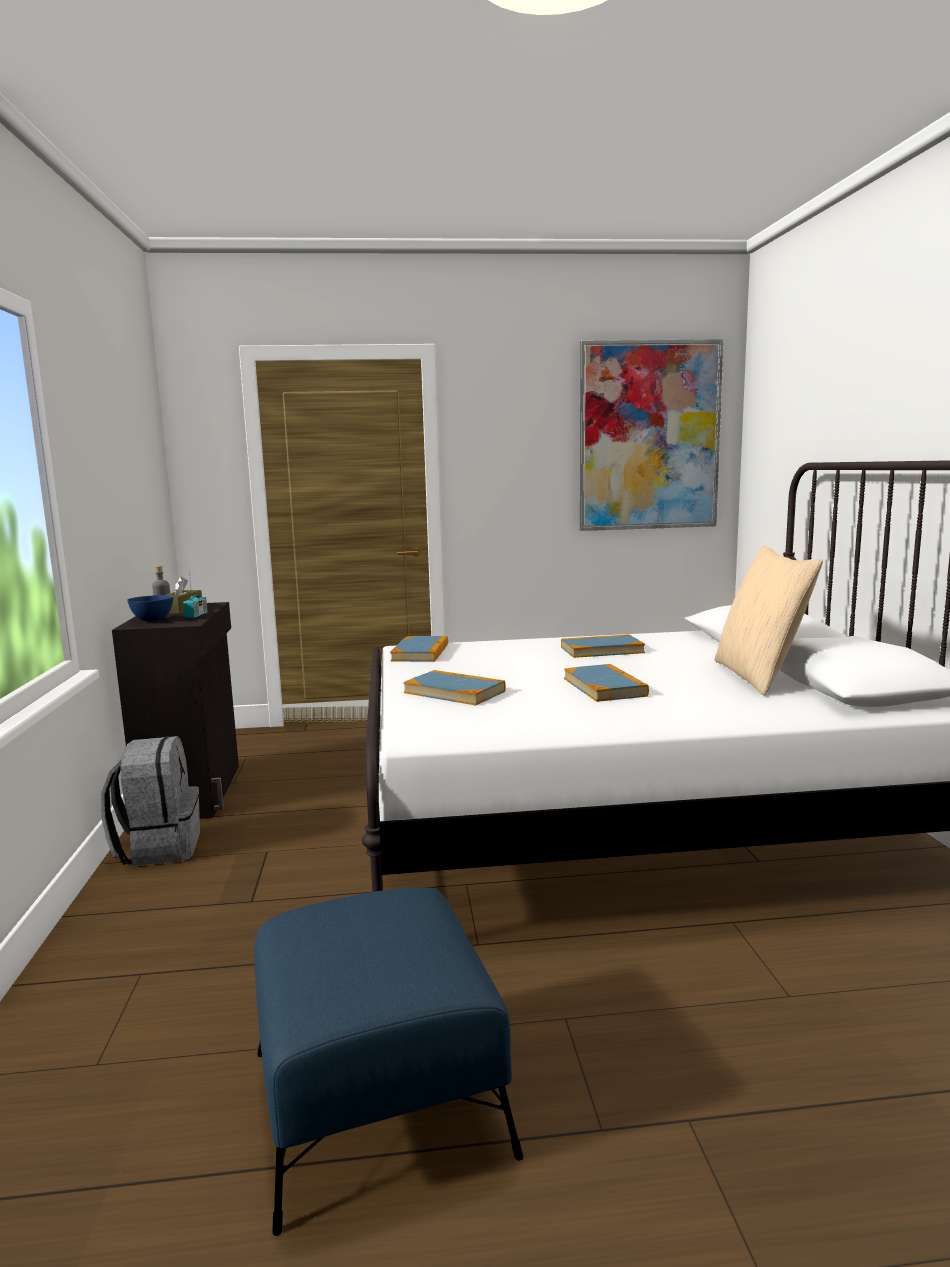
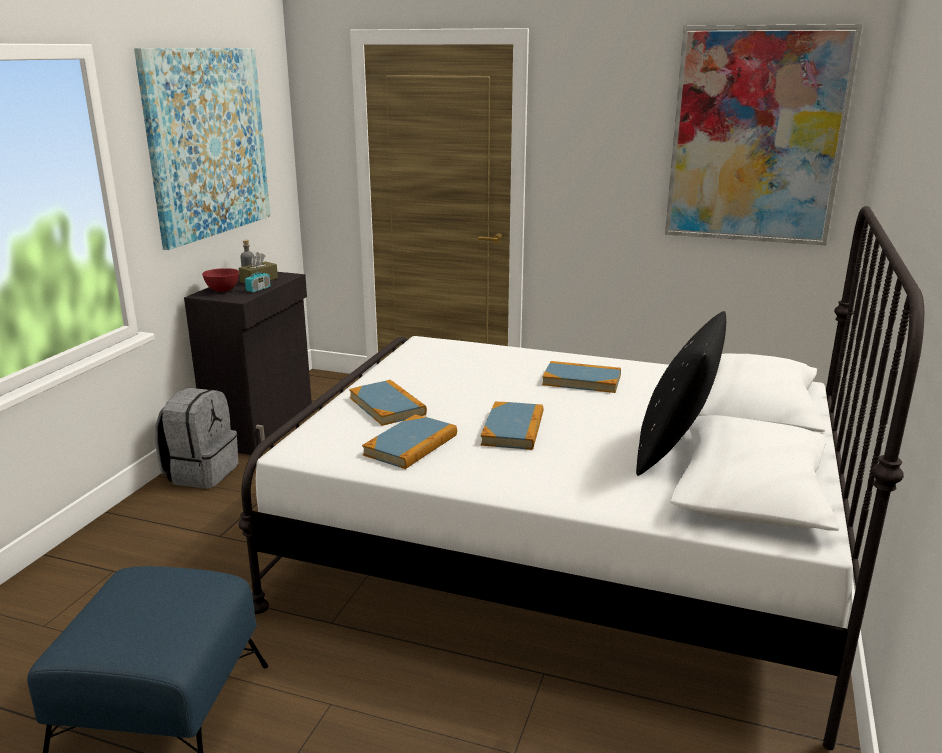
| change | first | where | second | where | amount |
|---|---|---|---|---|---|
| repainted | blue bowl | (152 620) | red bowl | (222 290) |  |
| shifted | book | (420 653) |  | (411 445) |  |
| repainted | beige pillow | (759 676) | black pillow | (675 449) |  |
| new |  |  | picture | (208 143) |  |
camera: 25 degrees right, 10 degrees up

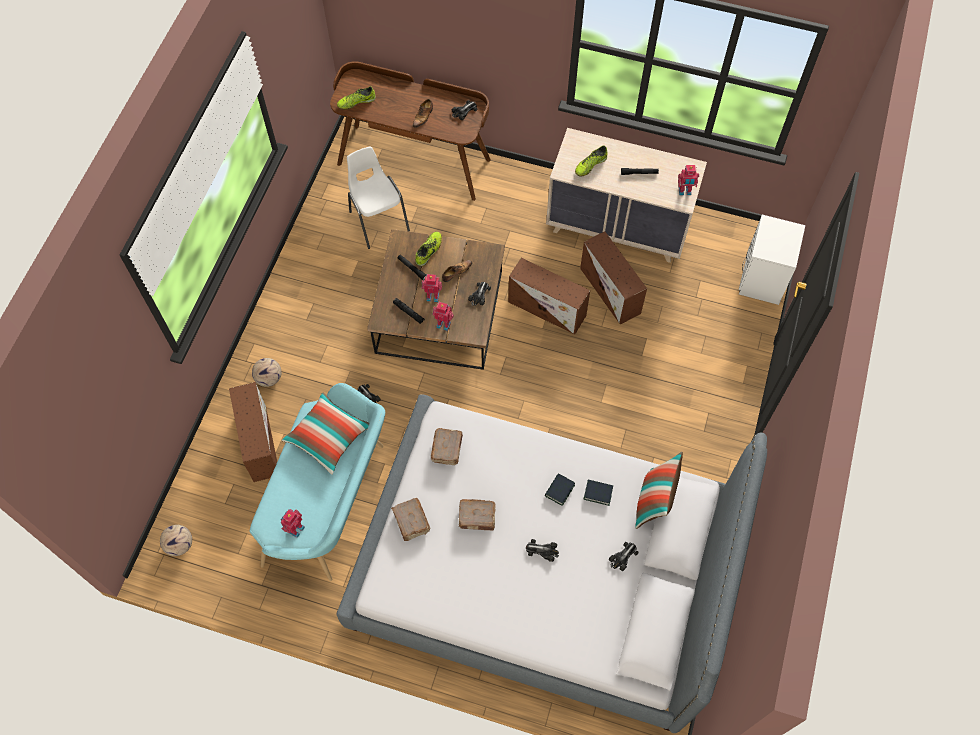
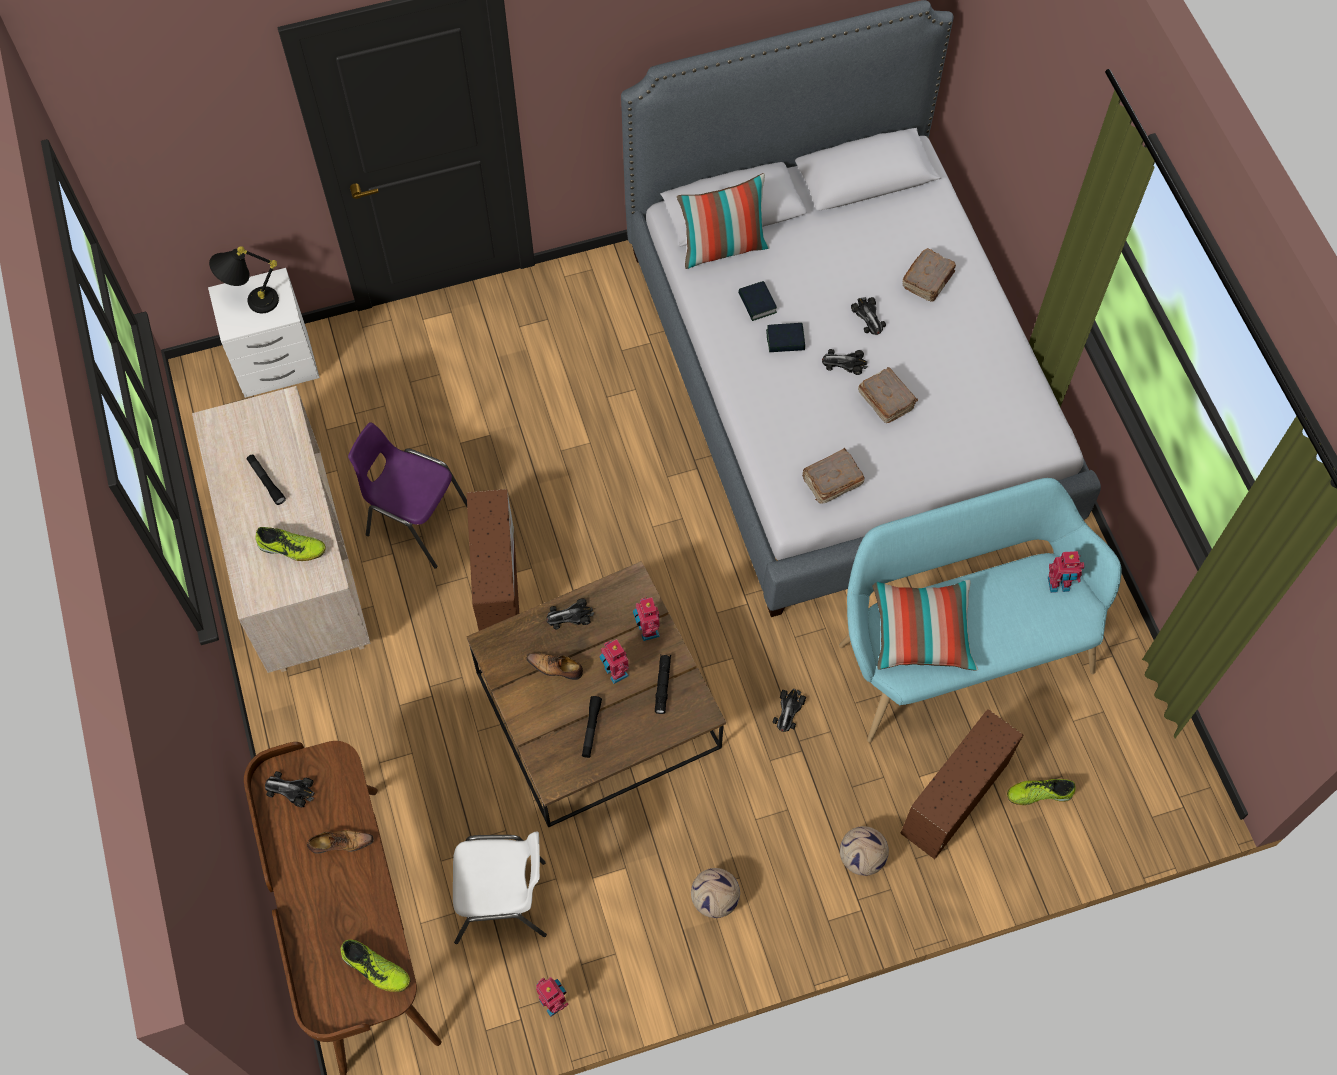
| change | first | where | second | where | amount |
|---|---|---|---|---|---|
| shifted | football | (179 545) |  | (715 900) |  |
| rotated | white chair | (378 220) |  | (503 901) | 120 degrees counterclockwise |
| shifted | brown book | (411 522) |  | (928 280) |  |
| shifted | shoe | (429 251) |  | (1039 794) |  |
| swapped | brown storage box | (610 291) | purple chair | (416 521) |  |
| shifted | toy car | (623 557) |  | (844 363) |  |
| shifted | toy robot | (684 191) |  | (554 1002) |  |
| new |  |  | black table lamp | (251 303) |  |
camera: 125 degrees left, 0 degrees up

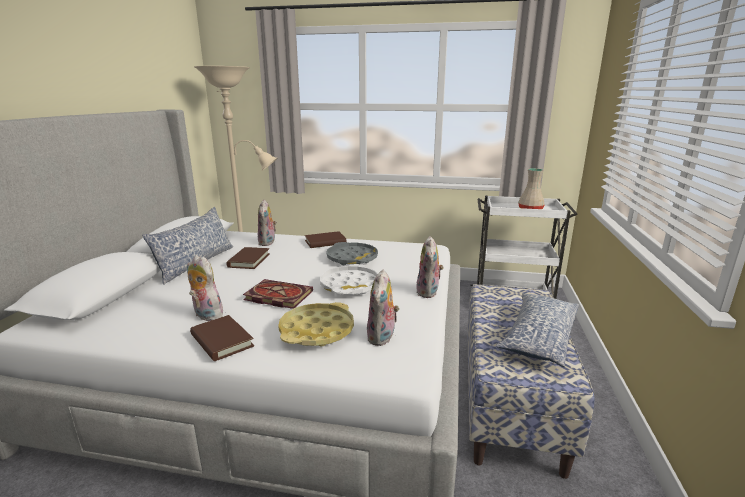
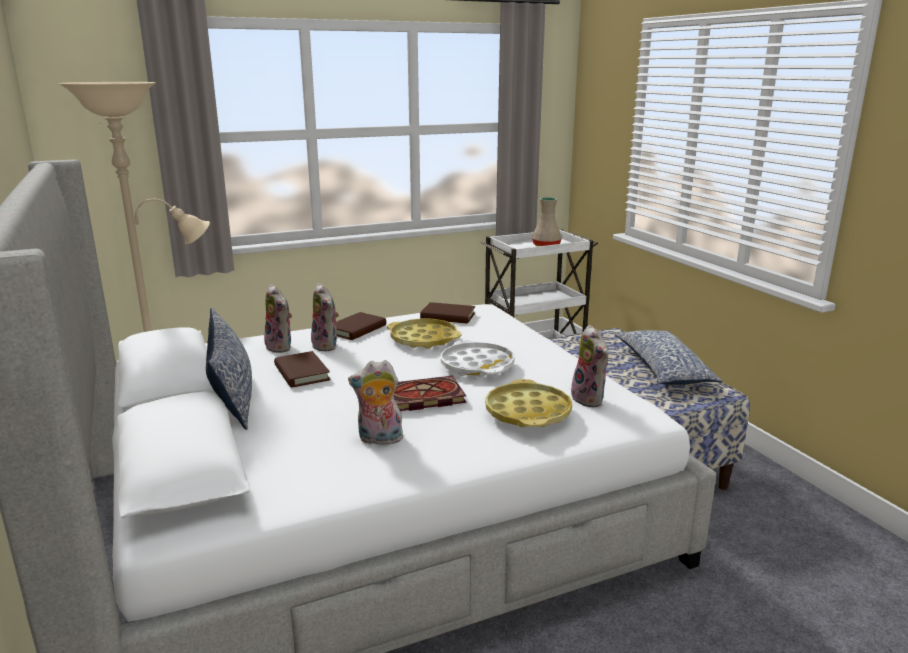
| change | first | where | second | where | amount |
|---|---|---|---|---|---|
| shifted | brown book | (222 341) |  | (448 316) |  |
| repainted | grey tray | (352 258) | yellow tray | (423 339) |  |
| shifted | plush toy | (429 292) |  | (327 346) |  |
camera: 35 degrees left, 0 degrees up

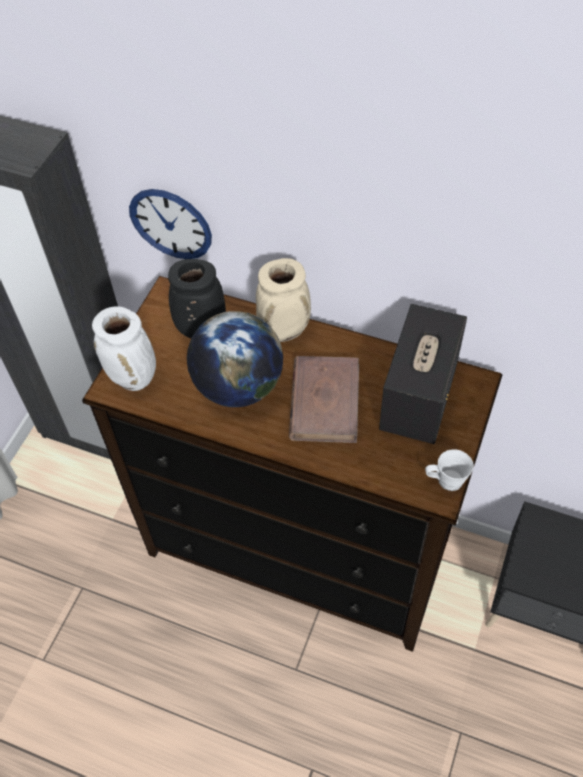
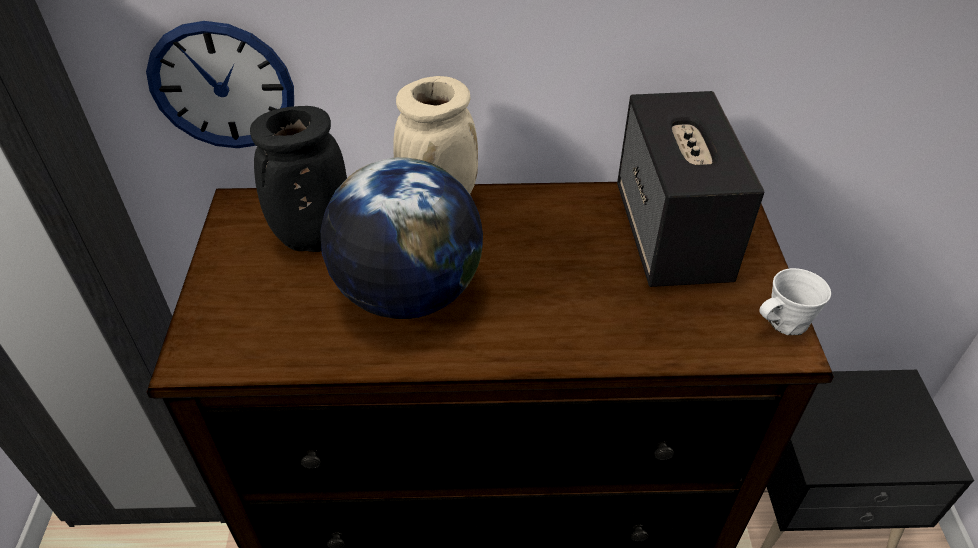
| change | first | where | second | where | amount |
|---|---|---|---|---|---|
| gone | white vase | (134 378) |  |  |  |
| gone | brown book | (325 401) |  |  |  |
camera: 25 degrees left, 10 degrees down

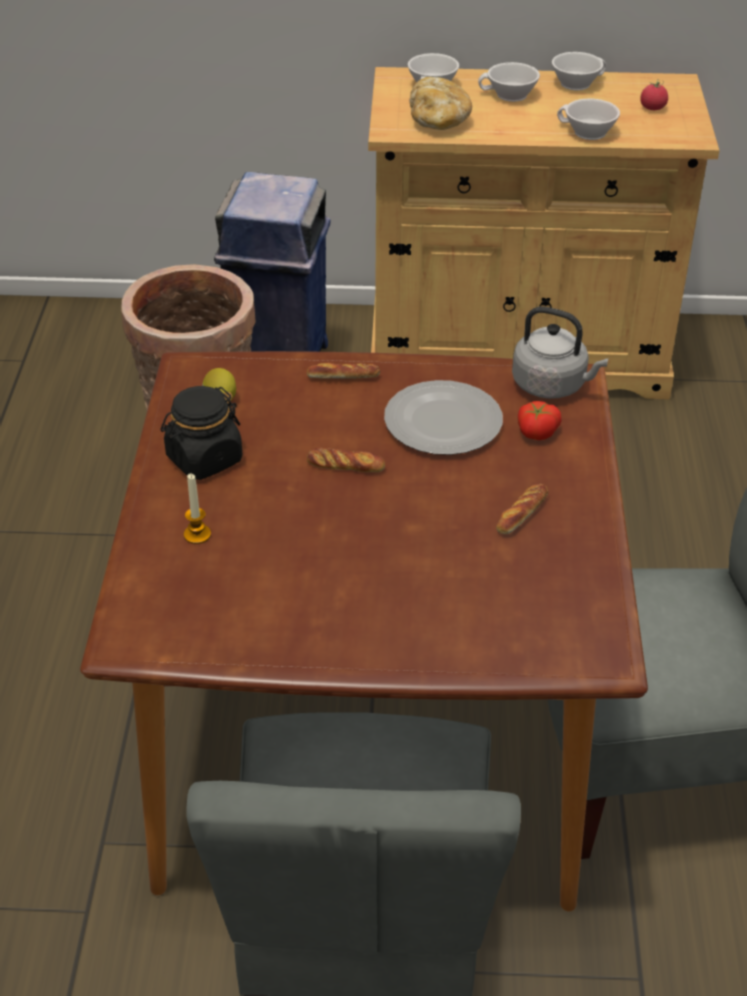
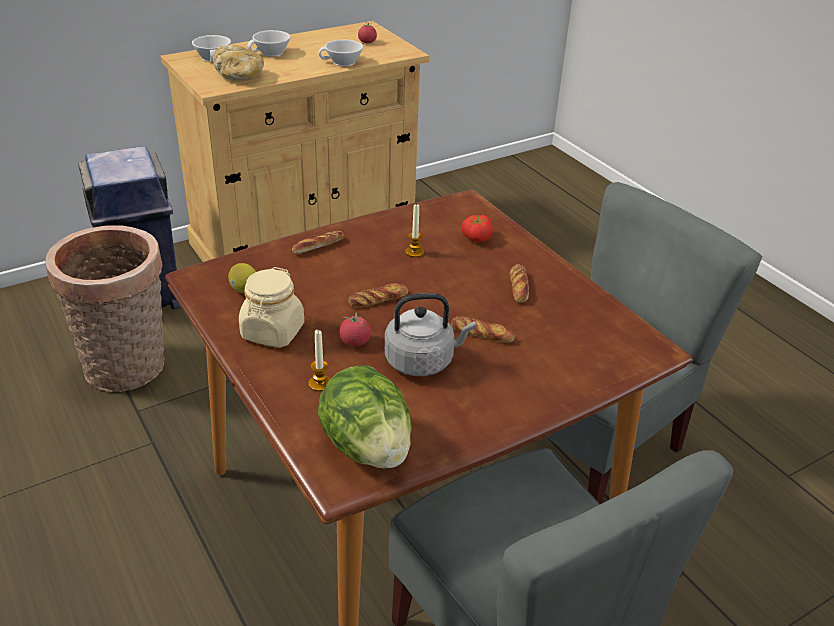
| change | first | where | second | where | amount |
|---|---|---|---|---|---|
| repainted | black jar | (204 459) | beige jar | (272 332) |  |
| swapped | plate | (443 423) | candle | (414 252) |  |
| shifted | grey kettle | (552 385) |  | (423 361) |  |
| gone | white cup | (575 82) |  |  |  |
| new |  |  | lettuce | (367 447) |  |
| new |  |  | tomato | (355 341) |  |
| new |  |  | bread | (482 333) |  |
camera: 35 degrees left, 5 degrees down

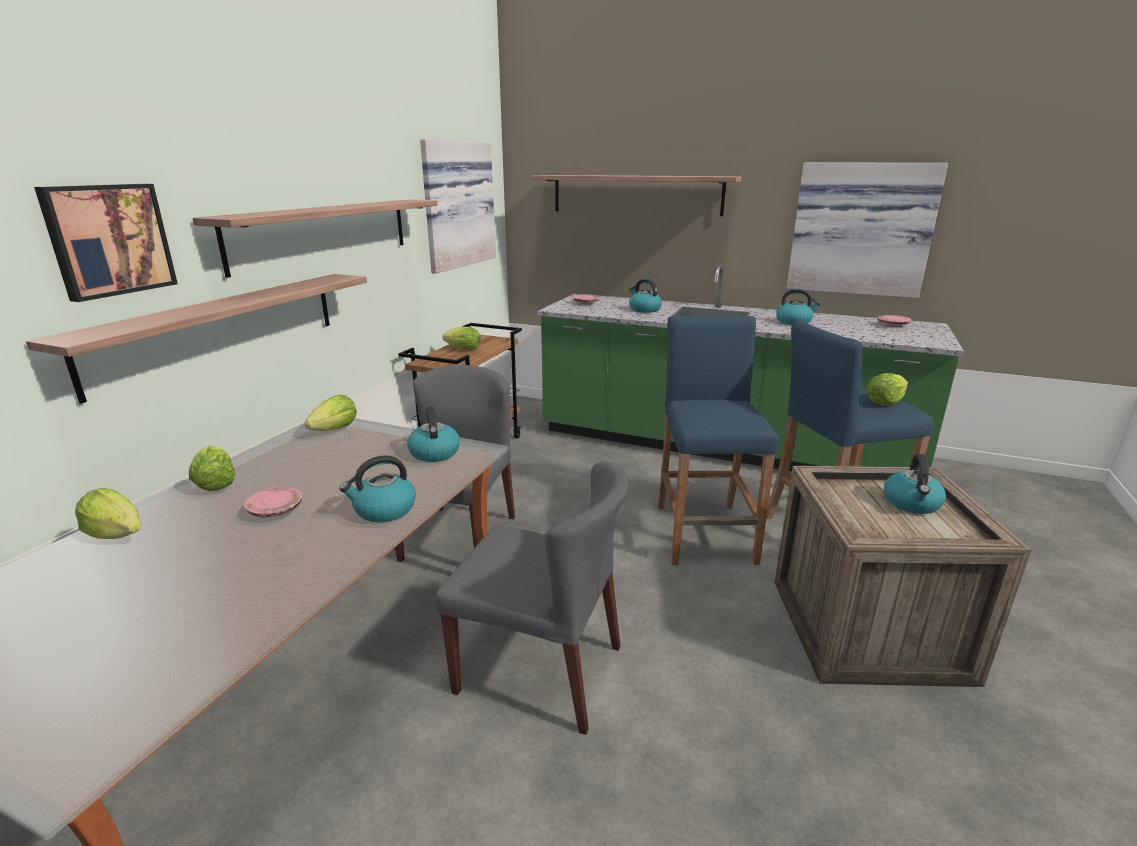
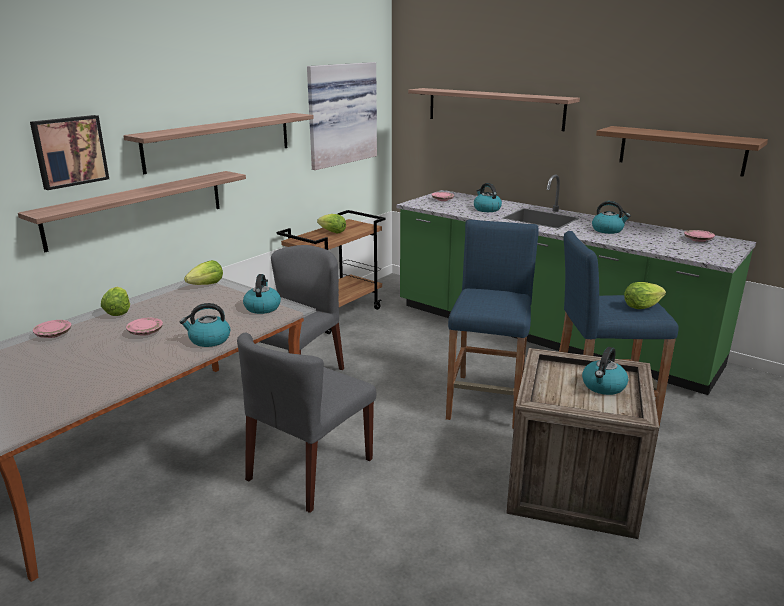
| change | first | where | second | where | amount |
|---|---|---|---|---|---|
| swapped | lettuce | (117 534) | pink plate | (54 334) |  |
| rotated | grey chair | (541 669) |  | (310 470) | 90 degrees clockwise |
| swapped | picture | (861 229) | shelf | (681 150) |  |
camera: 15 degrees right, 0 degrees up

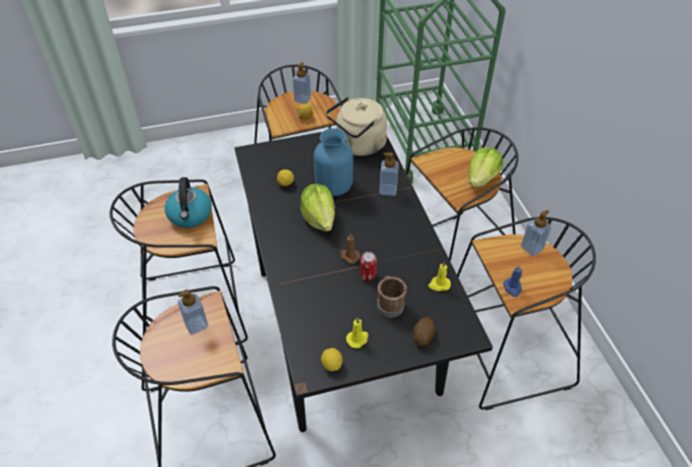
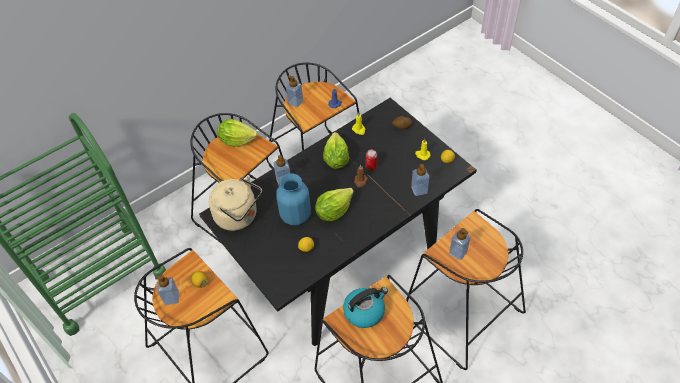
| change | first | where | second | where | amount |
|---|---|---|---|---|---|
| gone | brown mug | (389 304) |  |  |  |
| new |  |  | lettuce | (336 160) |  |
| new |  |  | soap dispenser | (419 190) |  |
camera: 110 degrees left, 5 degrees up

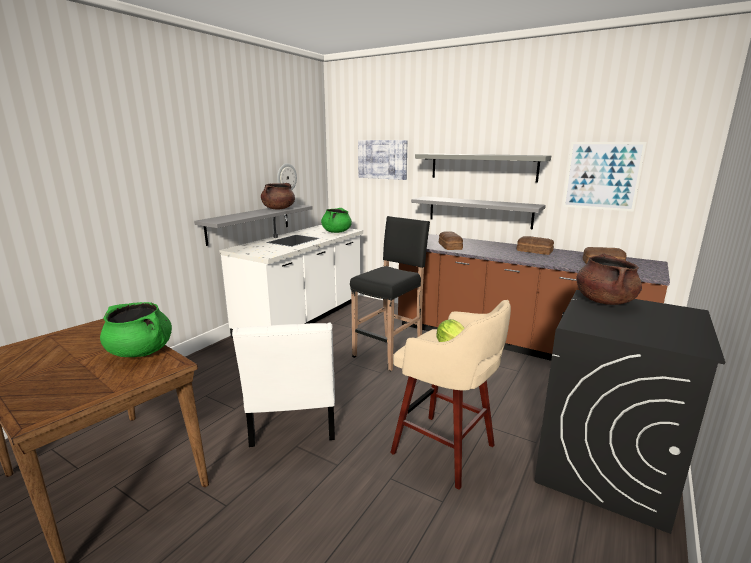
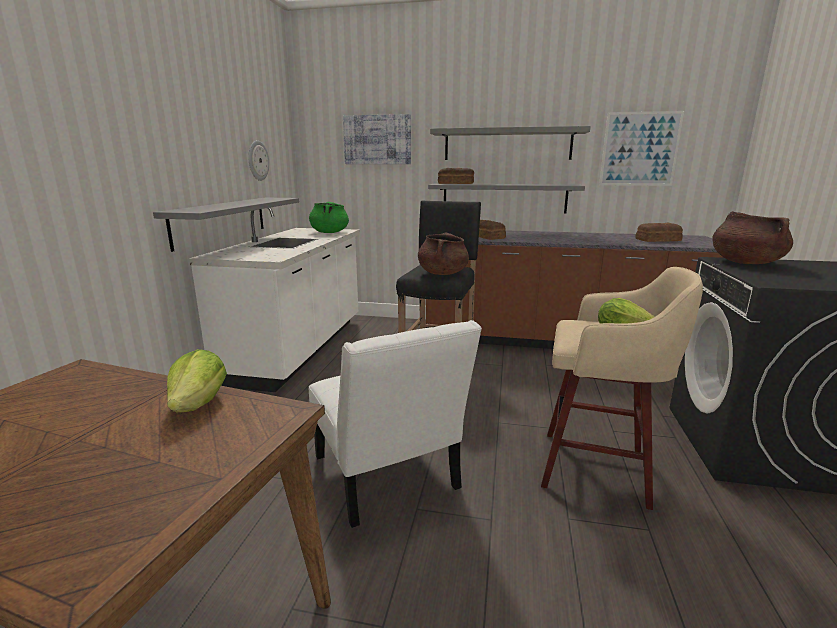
| change | first | where | second | where | amount |
|---|---|---|---|---|---|
| swapped | green cooking pot | (141 352) | lettuce | (199 404) |  |
| shifted | brown cooking pot | (278 209) |  | (442 273) |  |
| shifted | bread | (534 251) |  | (456 183) |  |
camera: 20 degrees left, 0 degrees up

